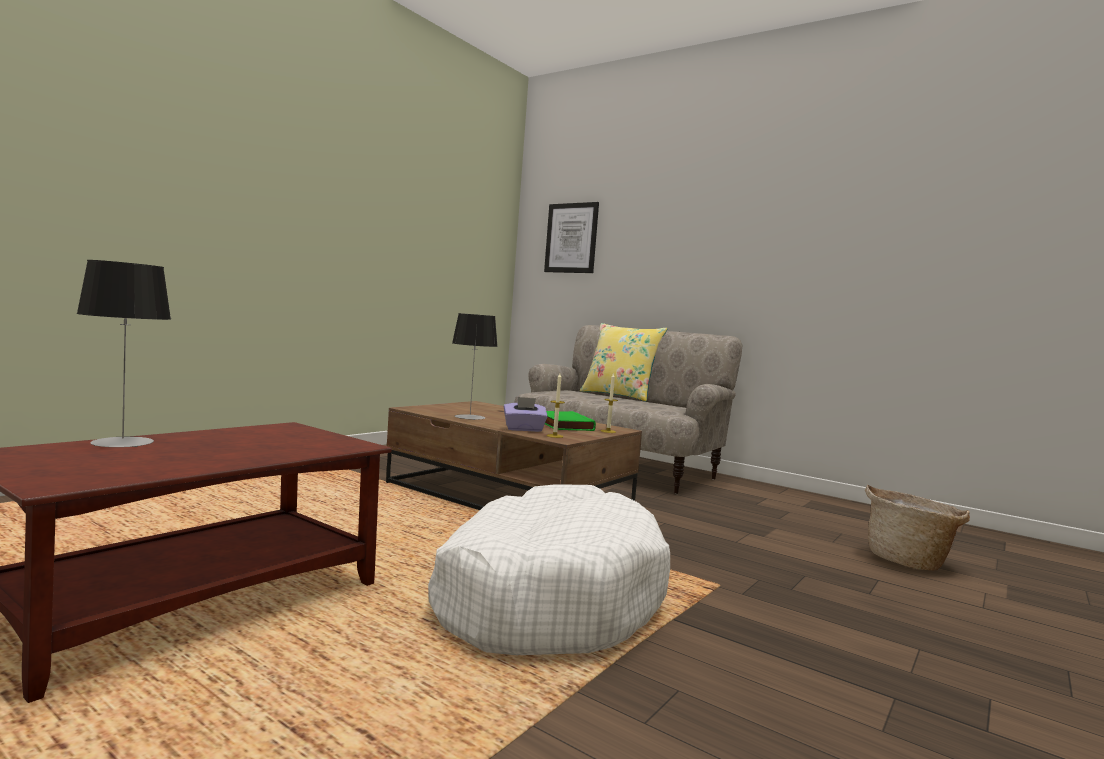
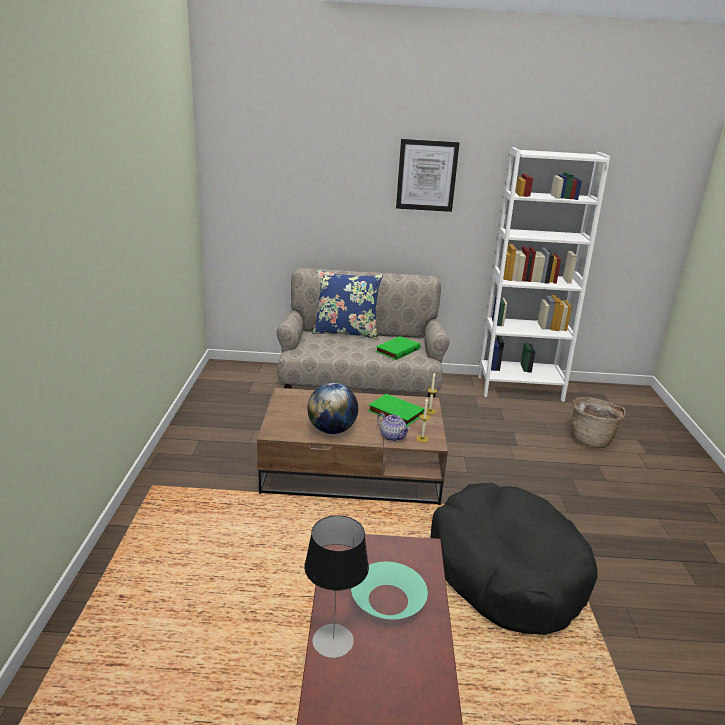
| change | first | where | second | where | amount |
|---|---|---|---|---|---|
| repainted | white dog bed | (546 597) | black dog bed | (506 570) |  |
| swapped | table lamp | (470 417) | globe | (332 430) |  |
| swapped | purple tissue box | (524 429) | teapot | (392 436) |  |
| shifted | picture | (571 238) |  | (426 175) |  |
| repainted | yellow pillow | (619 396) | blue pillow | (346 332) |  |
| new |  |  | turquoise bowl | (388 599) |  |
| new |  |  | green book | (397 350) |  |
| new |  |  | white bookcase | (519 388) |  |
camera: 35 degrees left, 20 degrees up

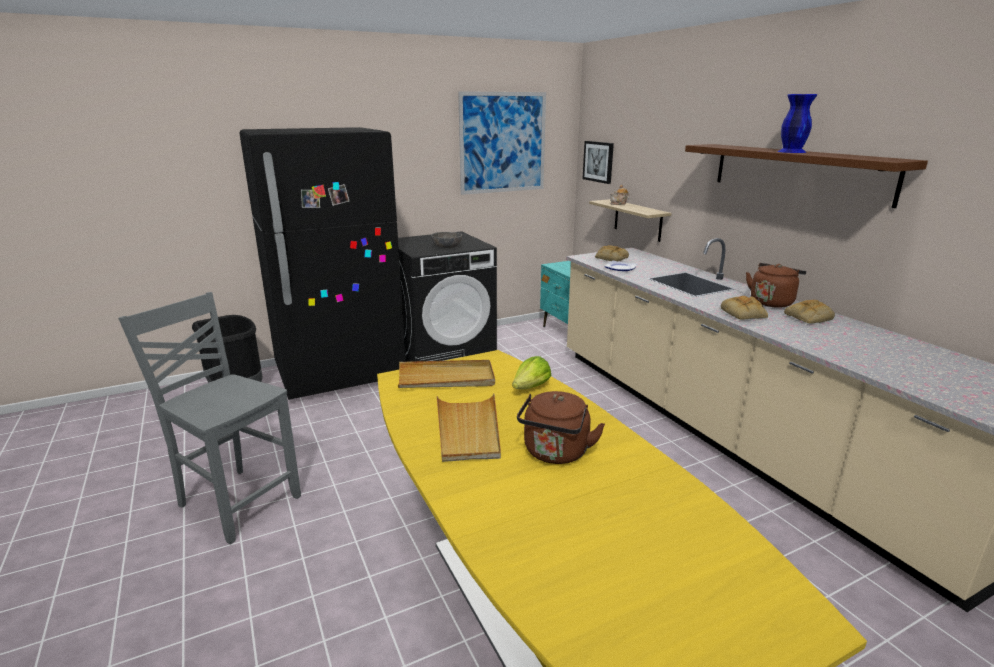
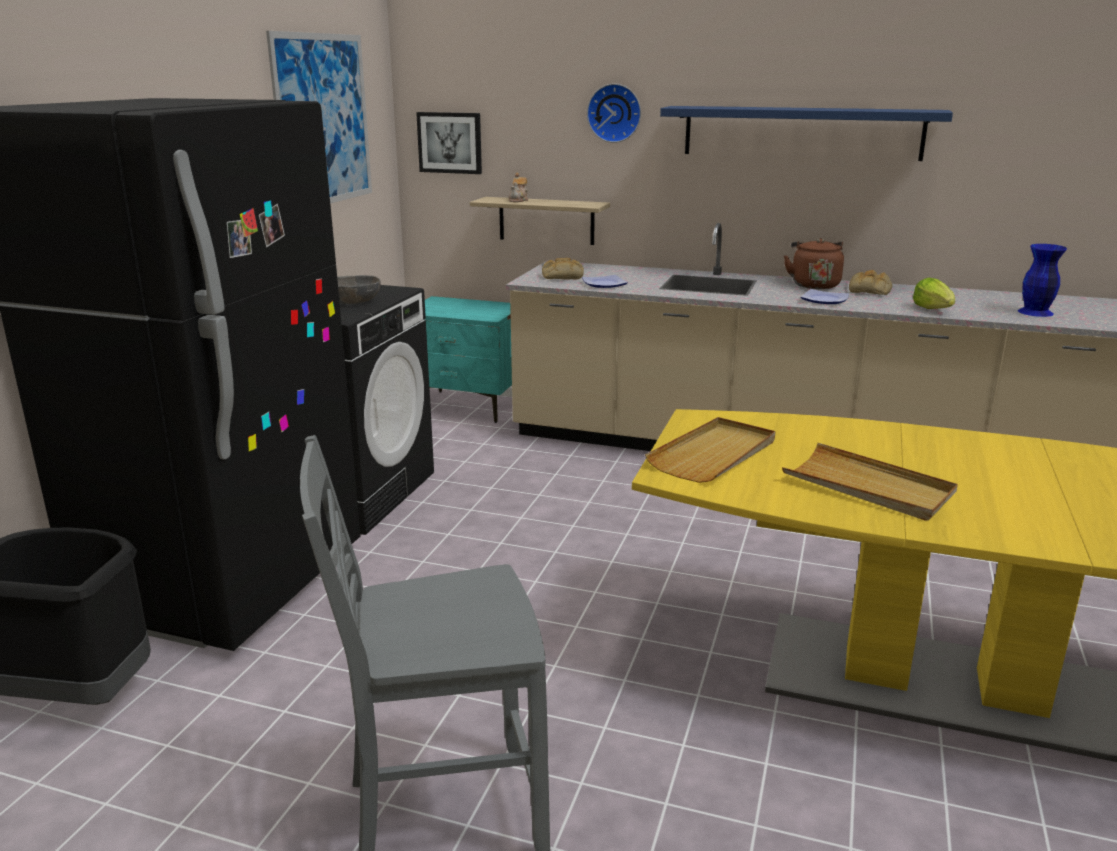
| change | first | where | second | where | amount |
|---|---|---|---|---|---|
| shifted | lettuce | (531 388) |  | (933 309) |  |
| gone | brown kettle | (555 454) |  |  |  |
| repainted | brown shelf | (798 172) | blue shelf | (801 132) |  |
| swapped | bread | (744 314) | plate | (825 300) |  |
| shifted | blue vase | (791 151) |  | (1034 312) |  |
| new |  |  | wall clock | (615 113) |  |
camera: 45 degrees left, 0 degrees up

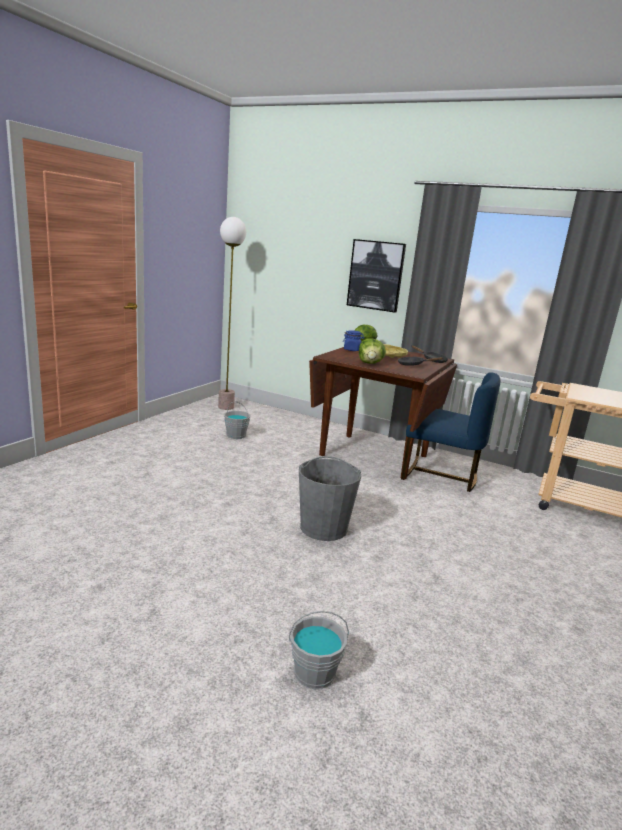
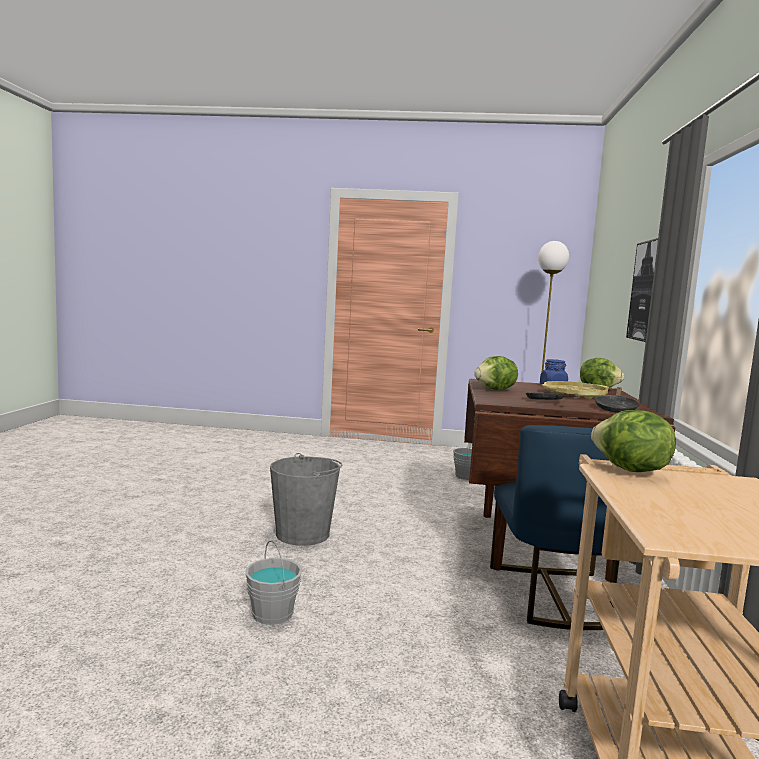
| change | first | where | second | where | amount |
|---|---|---|---|---|---|
| shifted | grey bucket | (314 672) |  | (273 613) |  |
| new |  |  | lettuce | (630 470) |  |
camera: 70 degrees right, 10 degrees down

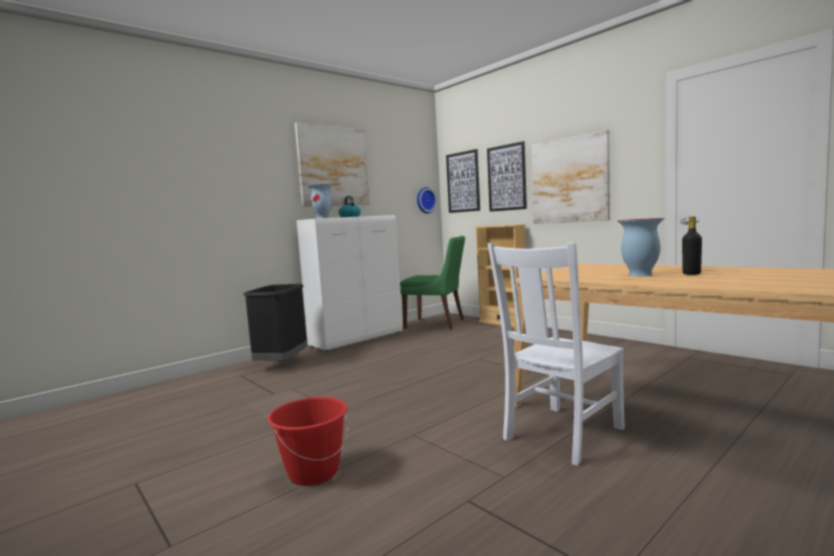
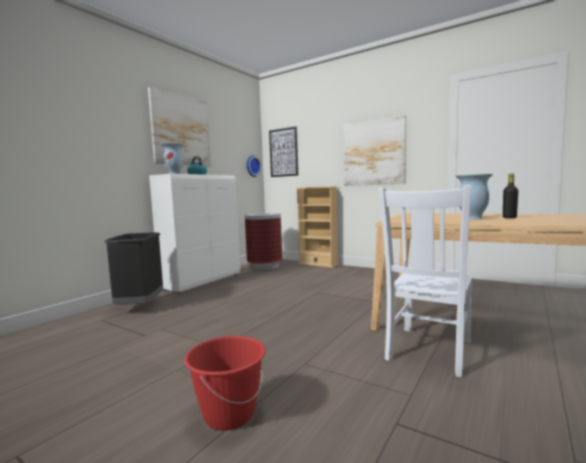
| change | first | where | second | where | amount |
|---|---|---|---|---|---|
| swapped | green chair | (436 324) | trash can | (265 266) |  |
| gone | picture | (506 178) |  |  |  |
camera: 15 degrees left, 0 degrees up

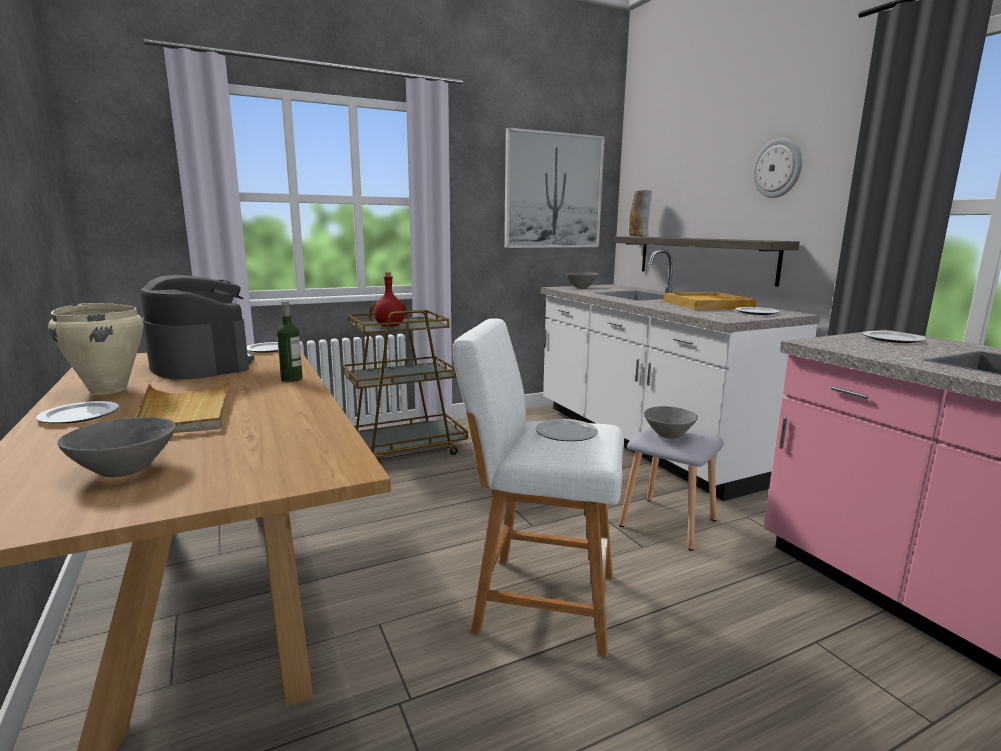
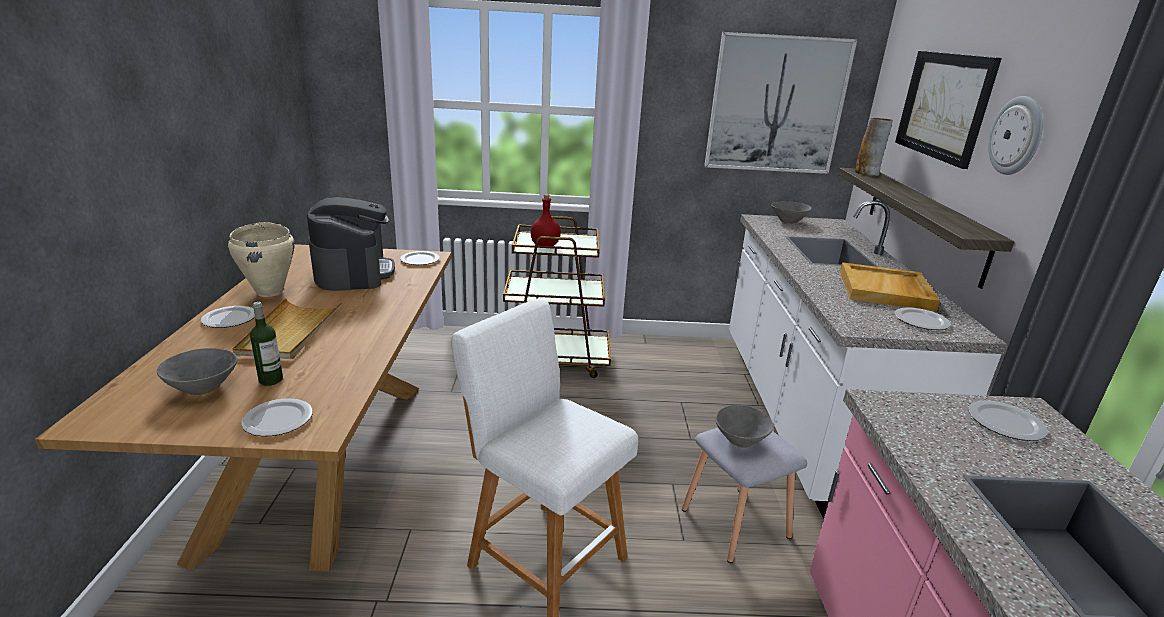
| change | first | where | second | where | amount |
|---|---|---|---|---|---|
| shifted | bottle | (291 379) |  | (271 380) |  |
| shifted | plate | (565 433) |  | (278 419) |  |
| new |  |  | picture | (944 106) |  |
camera: 25 degrees right, 10 degrees up

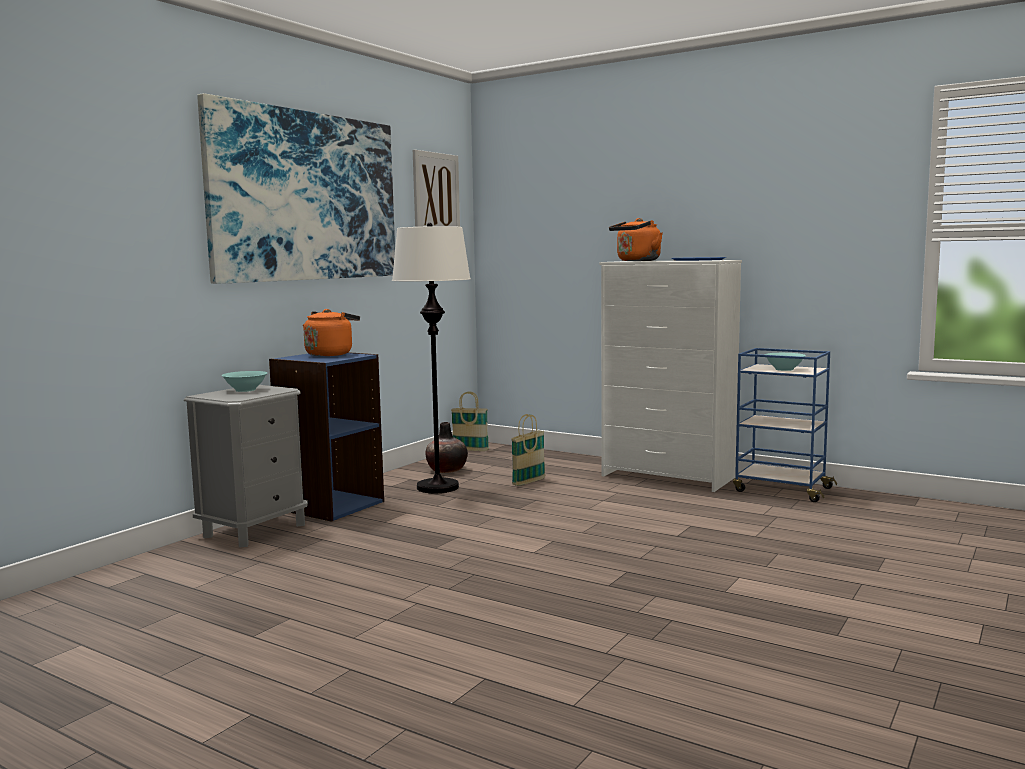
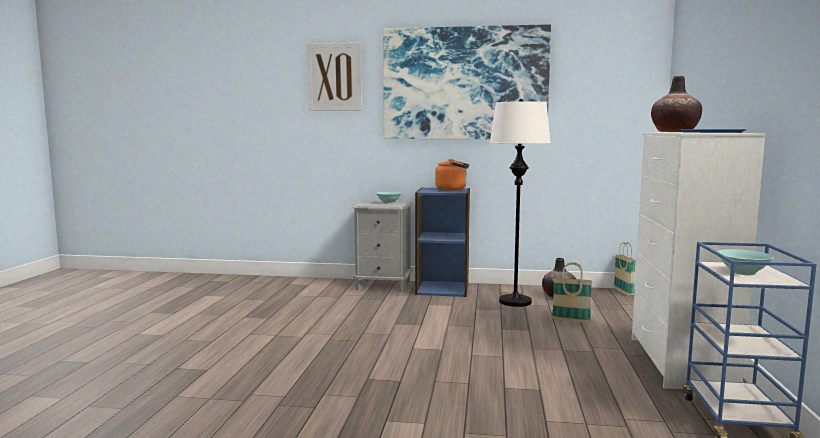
| change | first | where | second | where | amount |
|---|---|---|---|---|---|
| shifted | picture | (436 196) |  | (334 77) |  |
| swapped | orange kettle | (636 261) | vase | (674 132) |  |
camera: 65 degrees right, 0 degrees up

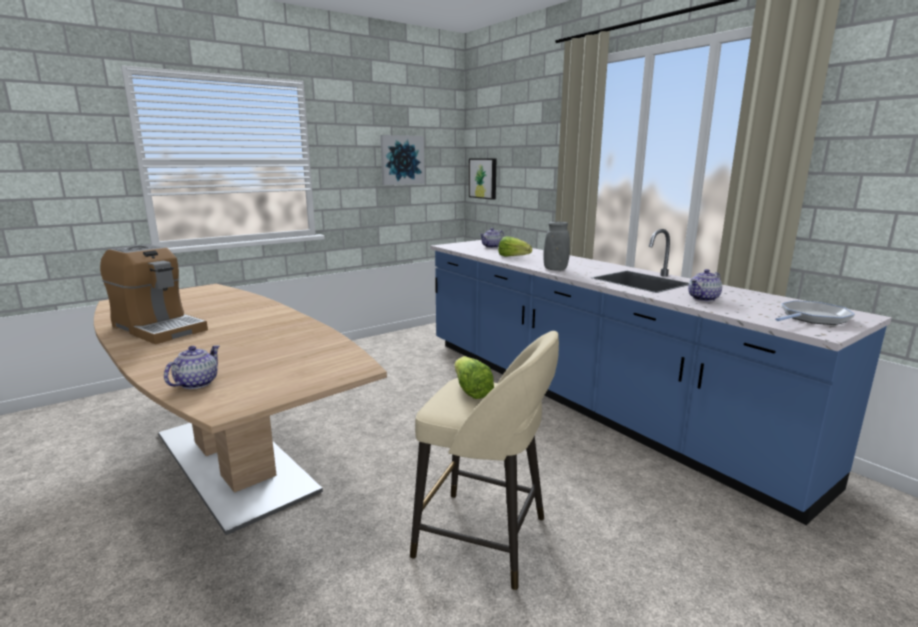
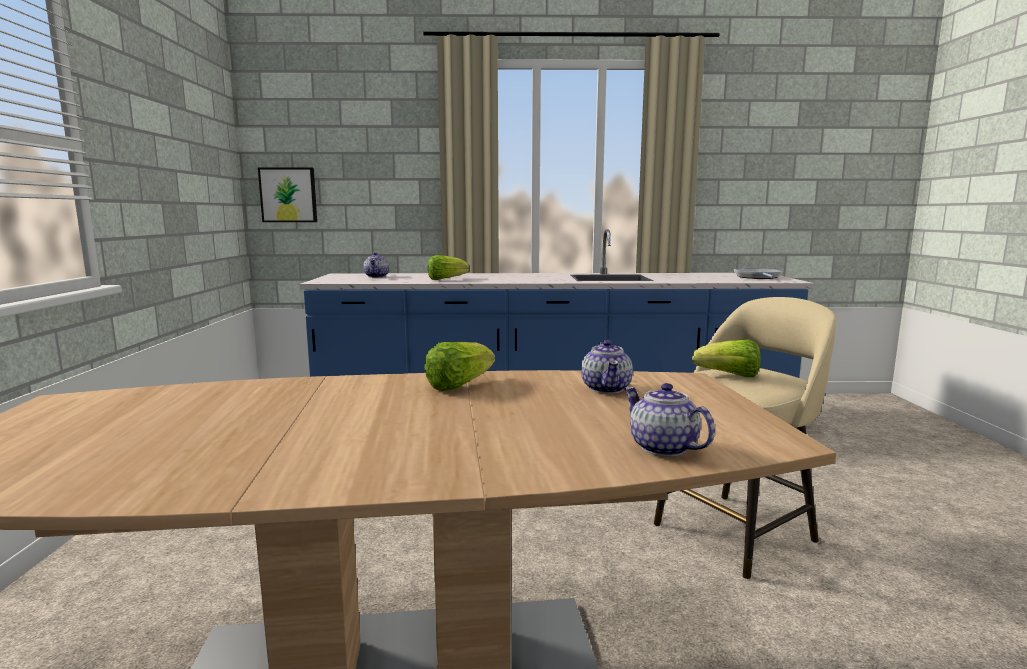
| change | first | where | second | where | amount |
|---|---|---|---|---|---|
| gone | coffee machine | (158 328) |  |  |  |
| gone | picture | (402 160) |  |  |  |
| gone | grey vase | (555 269) |  |  |  |
| shifted | teapot | (703 298) |  | (607 388) |  |
| new |  |  | lettuce | (459 385) |  |
camera: 55 degrees left, 5 degrees down

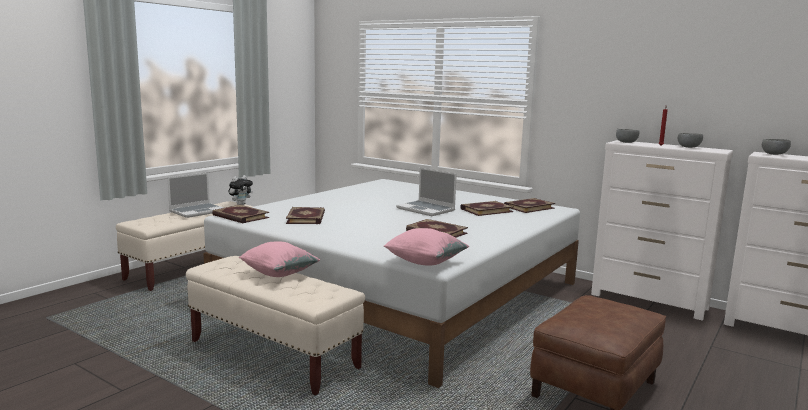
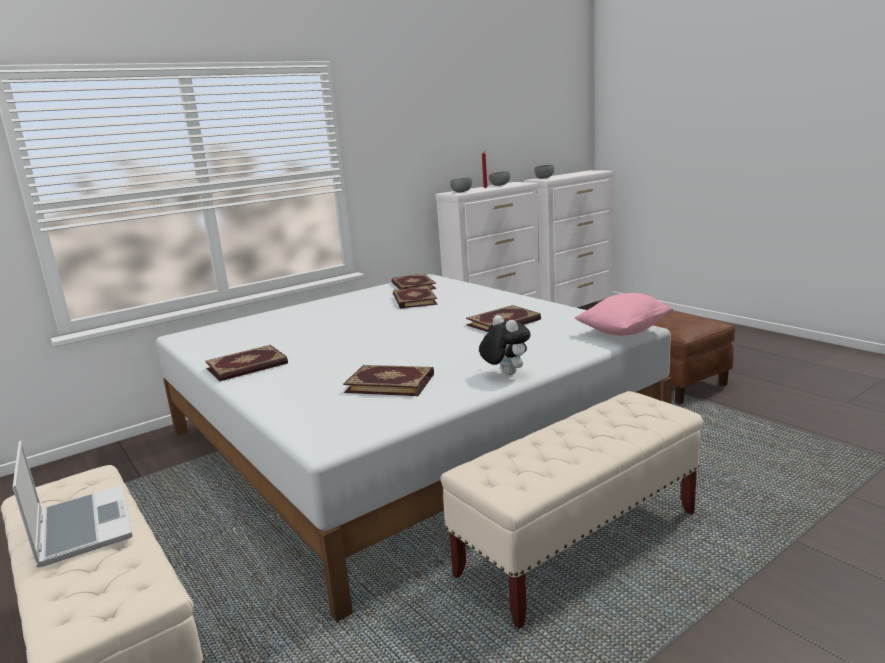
| change | first | where | second | where | amount |
|---|---|---|---|---|---|
| shifted | book | (240 216) |  | (247 367) |  |
| shifted | plush toy | (241 204) |  | (505 373) |  |
| gone | pink pillow | (279 274) |  |  |  |
| gone | laptop | (426 209) |  |  |  |
camera: 70 degrees left, 5 degrees up

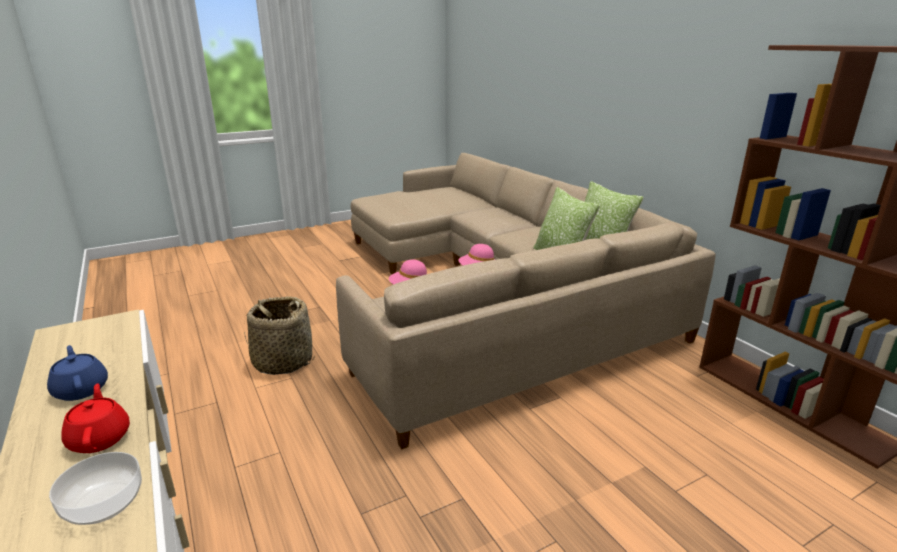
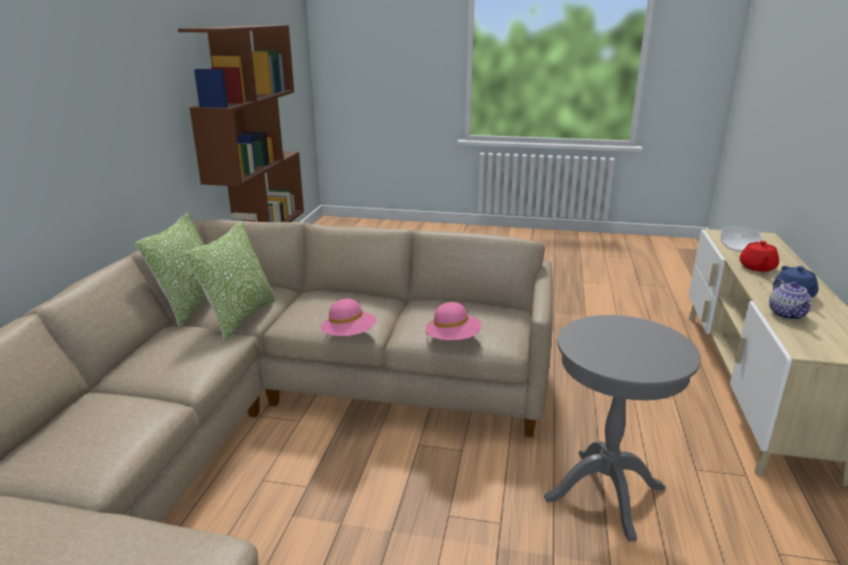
| change | first | where | second | where | amount |
|---|---|---|---|---|---|
| swapped | basket | (282 361) | grey side table | (604 493) |  |
| new |  |  | teapot | (787 315) |  |
camera: 140 degrees left, 0 degrees up

